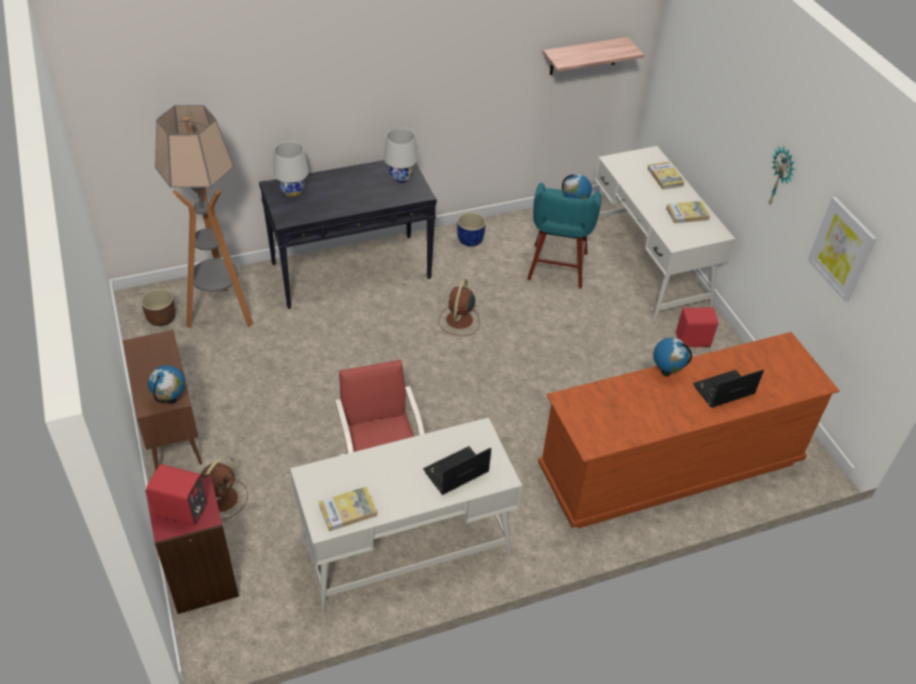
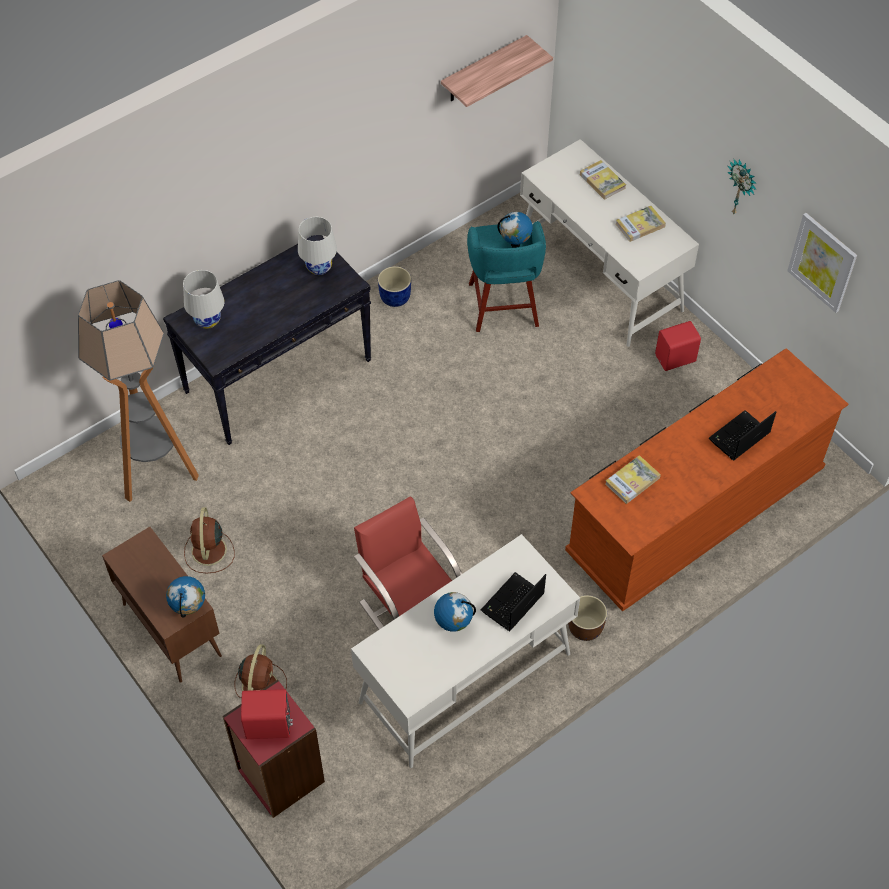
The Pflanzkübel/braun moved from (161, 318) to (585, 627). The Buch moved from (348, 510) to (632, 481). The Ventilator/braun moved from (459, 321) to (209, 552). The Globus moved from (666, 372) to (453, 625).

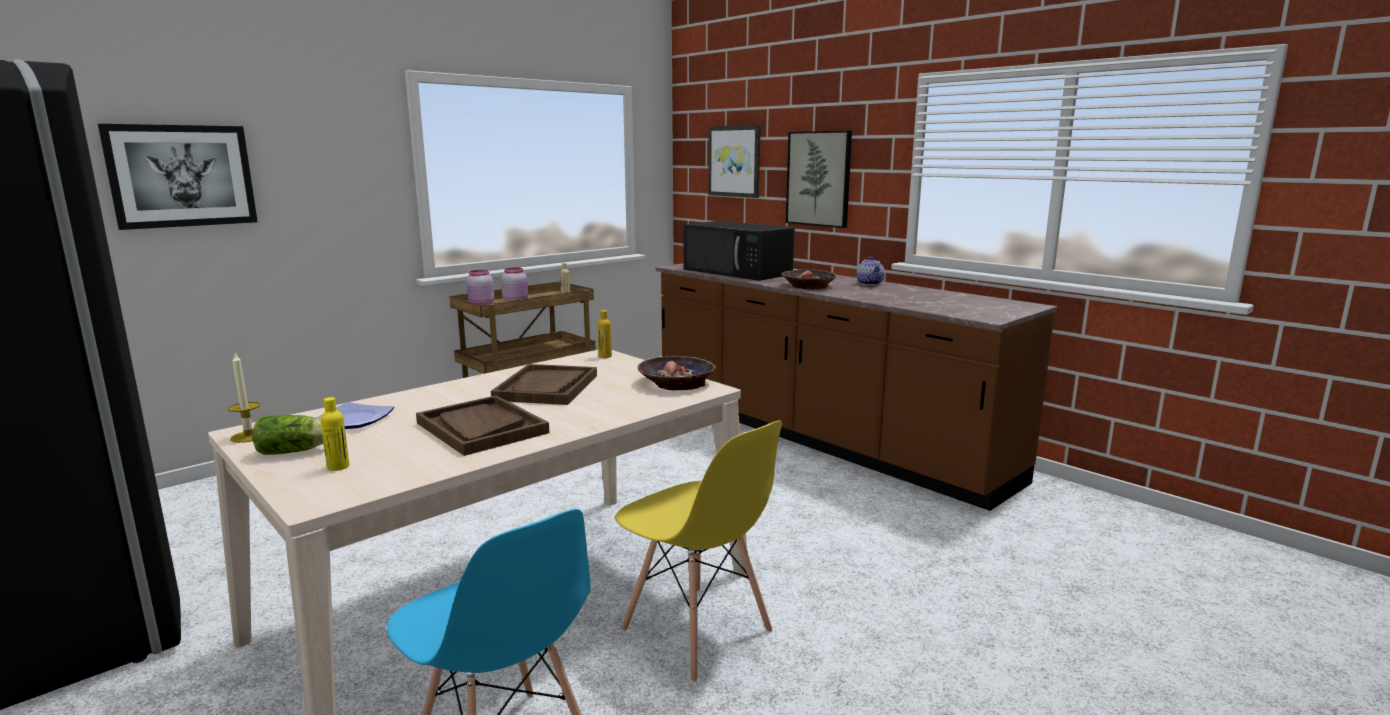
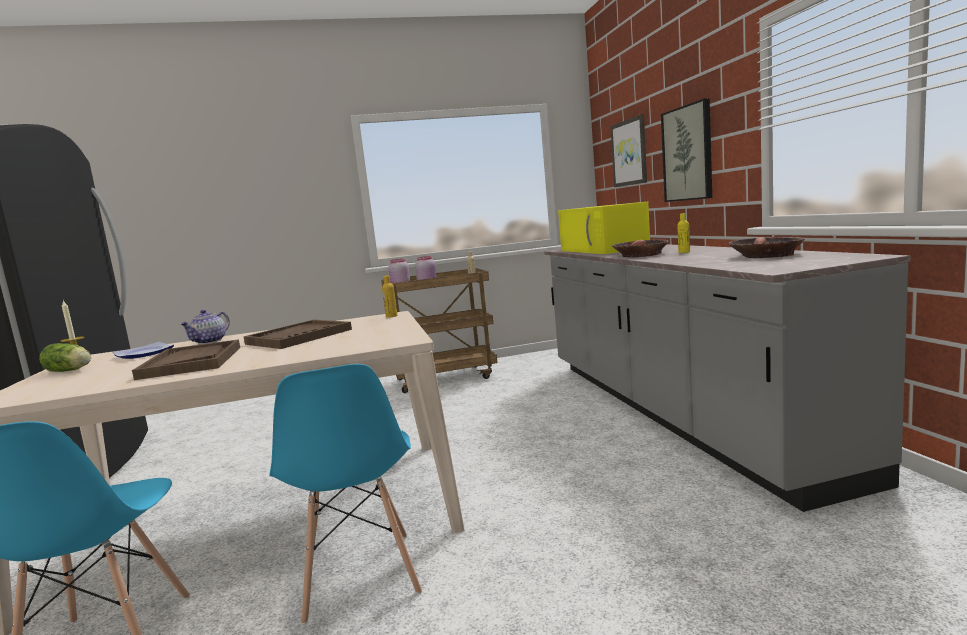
The Bild at (182, 176) disappeared. The Flasche/gelb moved from (338, 467) to (684, 252). The Stuhl/gelb at (697, 632) became the Stuhl/blau at (360, 576). The Schüssel moved from (676, 382) to (765, 255). The Küchenzeile/braun at (820, 437) became the Küchenzeile/grau at (673, 411). The Mikrowelle/schwarz at (738, 272) became the Mikrowelle/gelb at (604, 249). The Teekanne moved from (870, 283) to (210, 342).

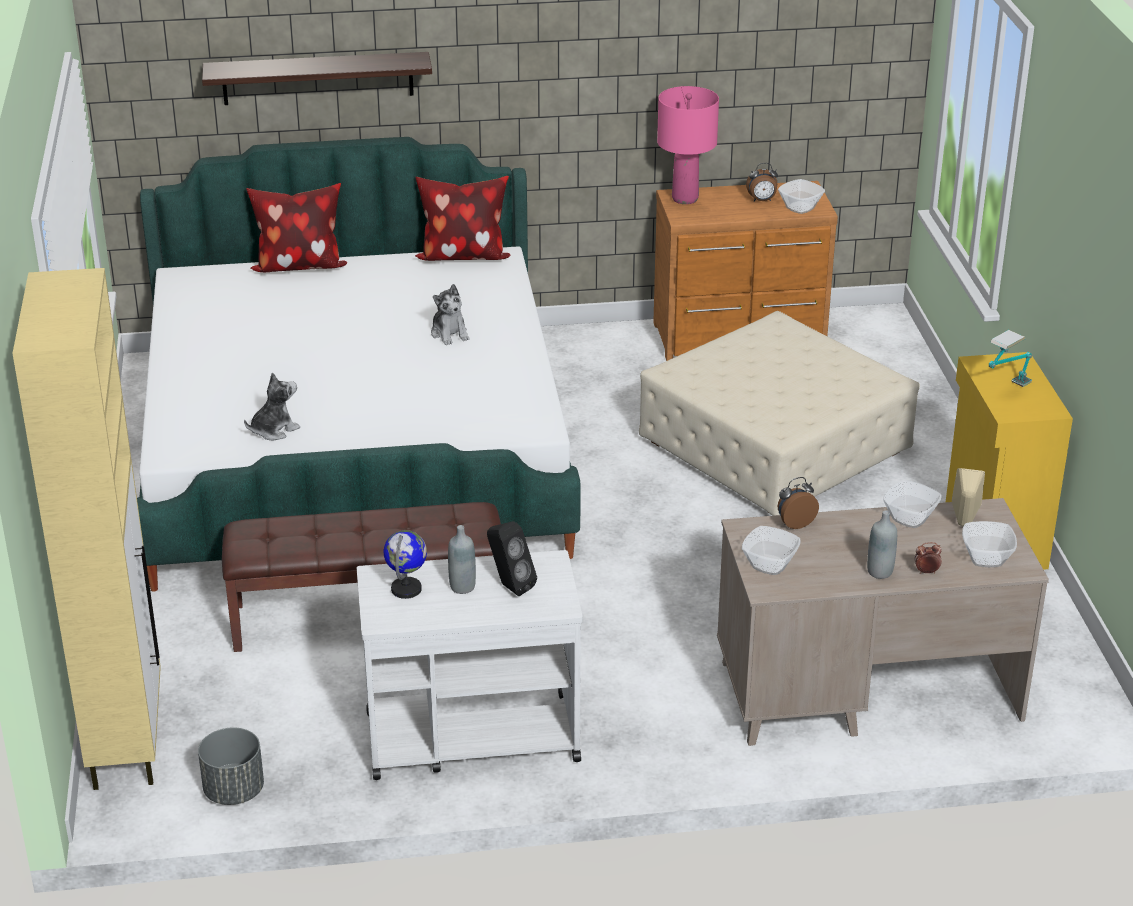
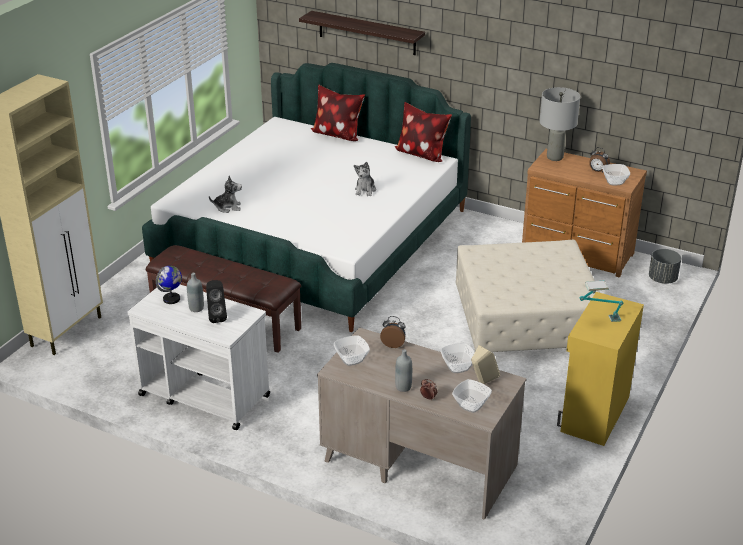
The Pflanzkübel/grau moved from (234, 791) to (662, 279). The Tischlampe/rosa at (685, 199) became the Tischlampe/grau at (554, 157).

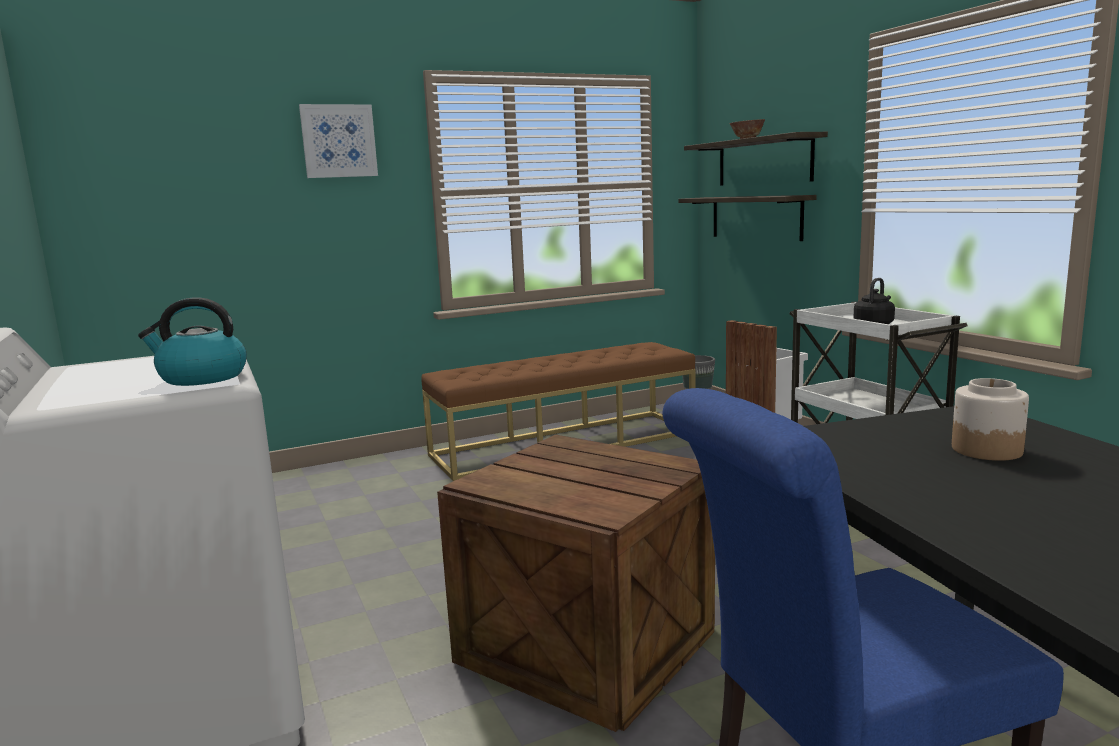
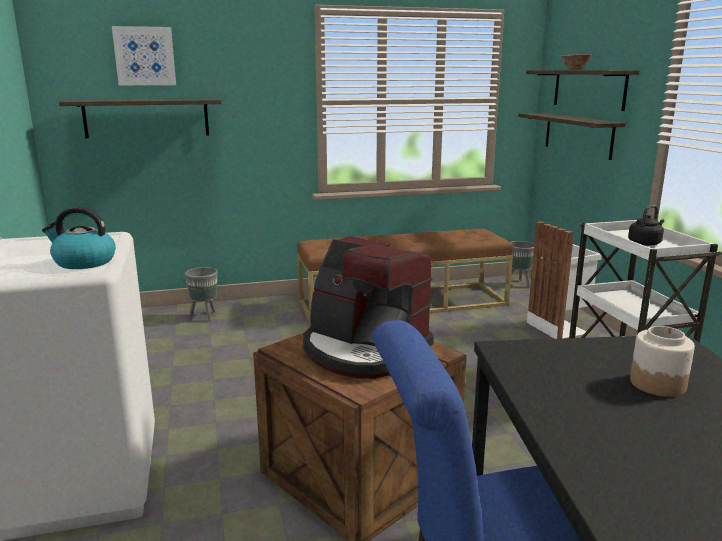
The Bild moved from (339, 141) to (144, 56). The Wandregal at (146, 118) appeared. The Pflanzkübel/grau at (204, 317) appeared. The Kaffeemaschine at (364, 350) appeared.

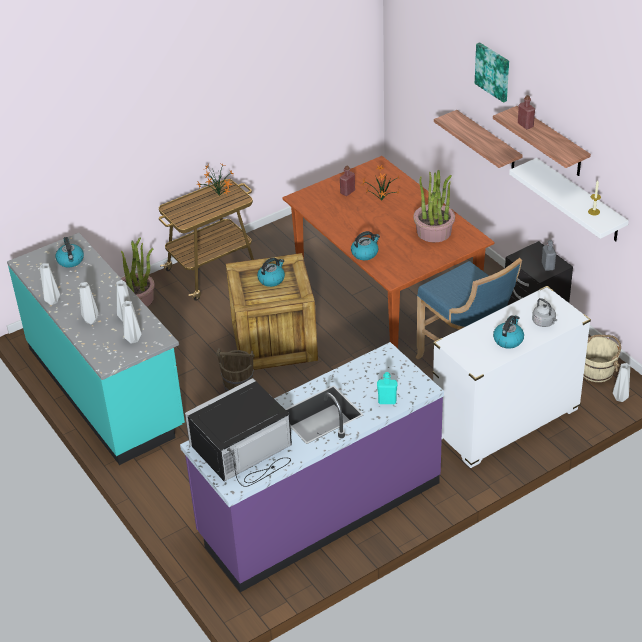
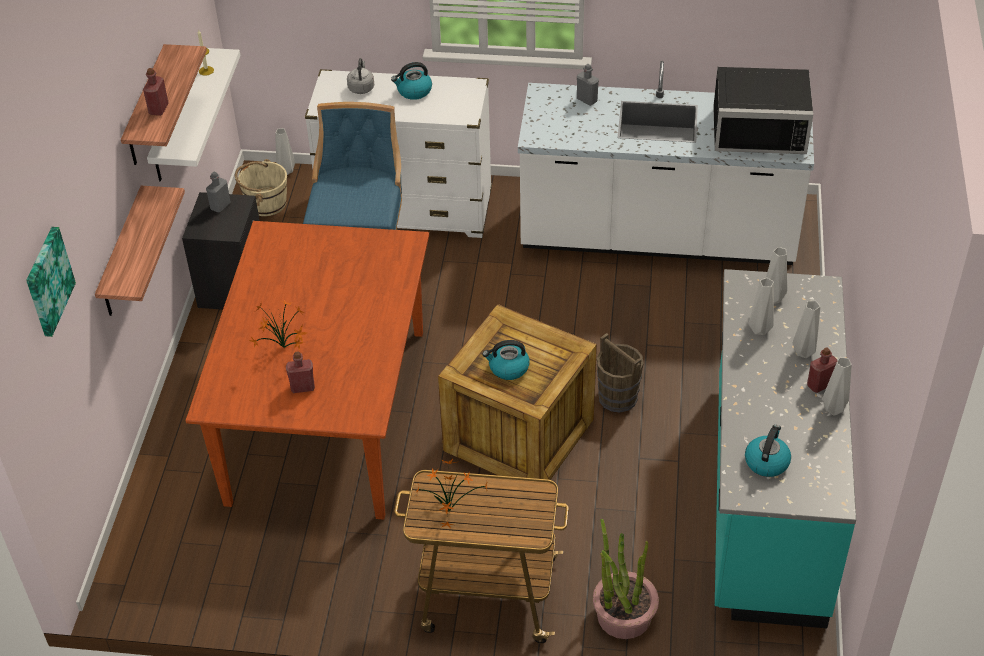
The Küchenzeile/lila at (319, 509) became the Küchenzeile/weiß at (657, 237). The Wasserkessel at (365, 253) disappeared. The Flasche/türkis at (387, 401) became the Flasche/grau at (587, 100). The Topfpflanze at (434, 232) disappeared. The Bild moved from (493, 71) to (47, 281). The Flasche/rot at (819, 385) appeared.

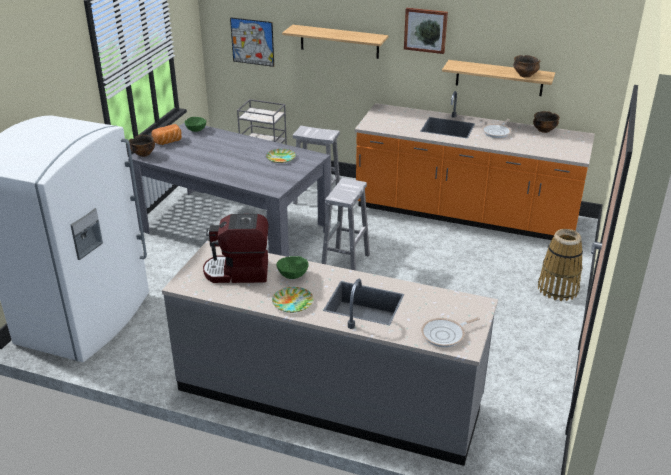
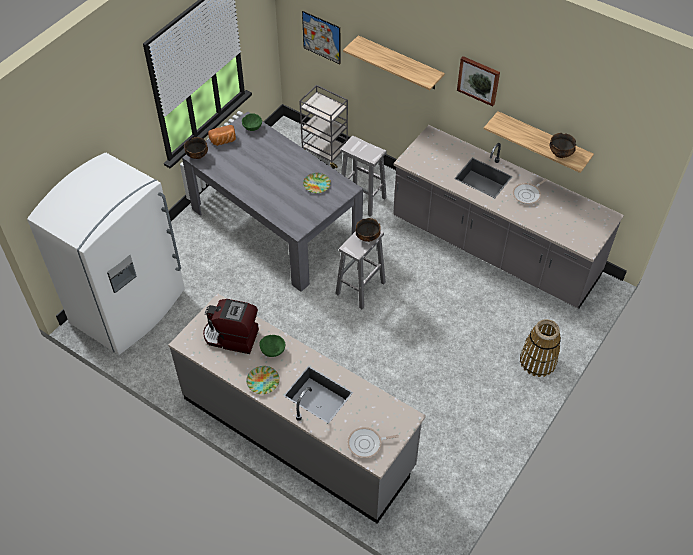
The Küchenzeile/orange at (465, 214) became the Küchenzeile/grau at (494, 248). The Schüssel moved from (544, 130) to (367, 237).

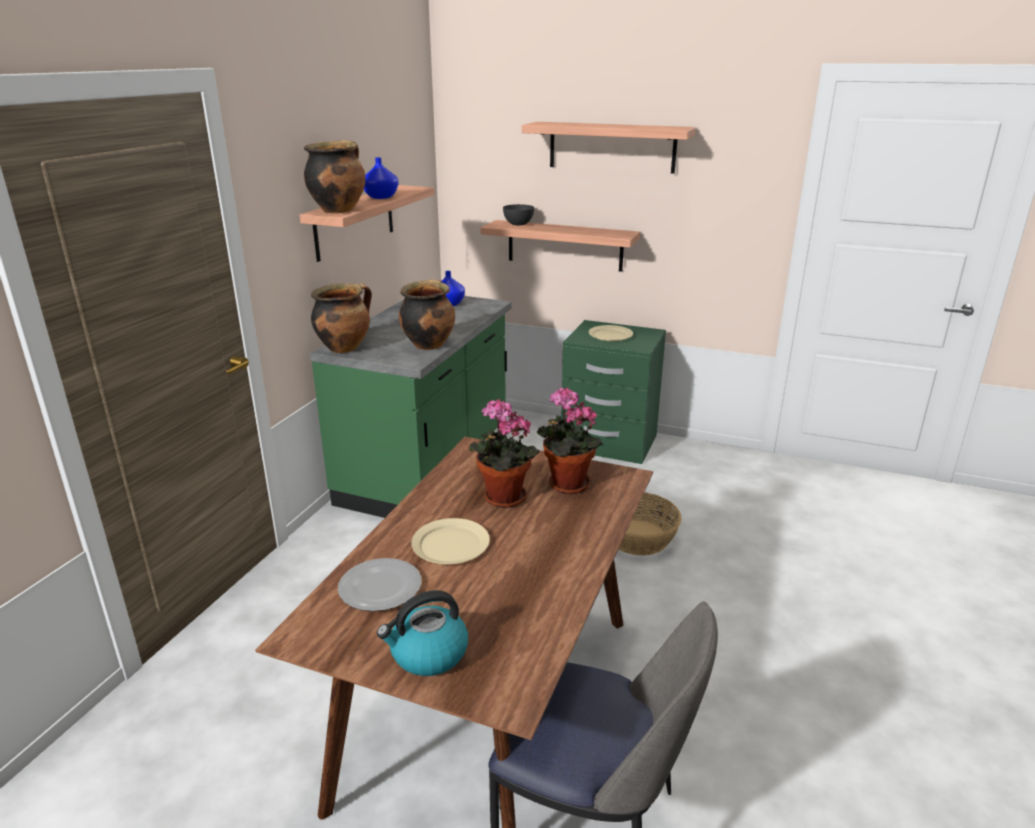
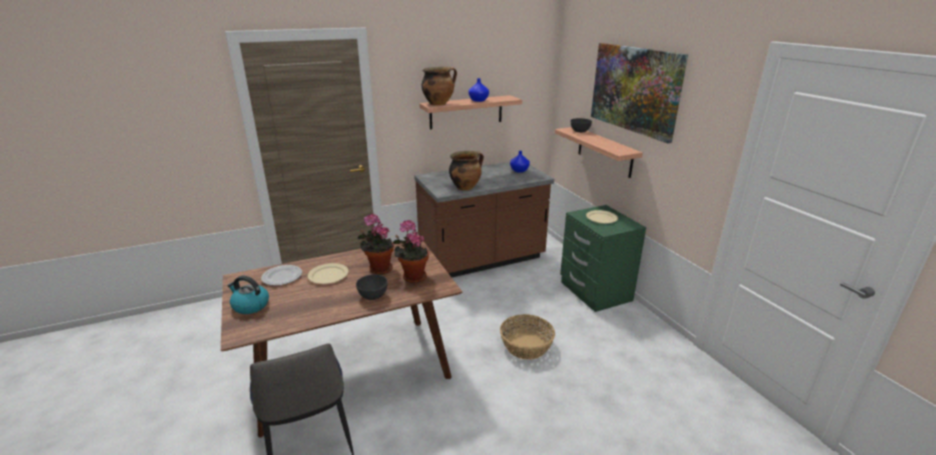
The Küchenzeile/grün at (428, 467) became the Küchenzeile/braun at (482, 260). The Kochtopf at (344, 347) disappeared. The Wandregal at (612, 147) was replaced by the Bild at (634, 89). The Schüssel/grau at (373, 296) appeared.

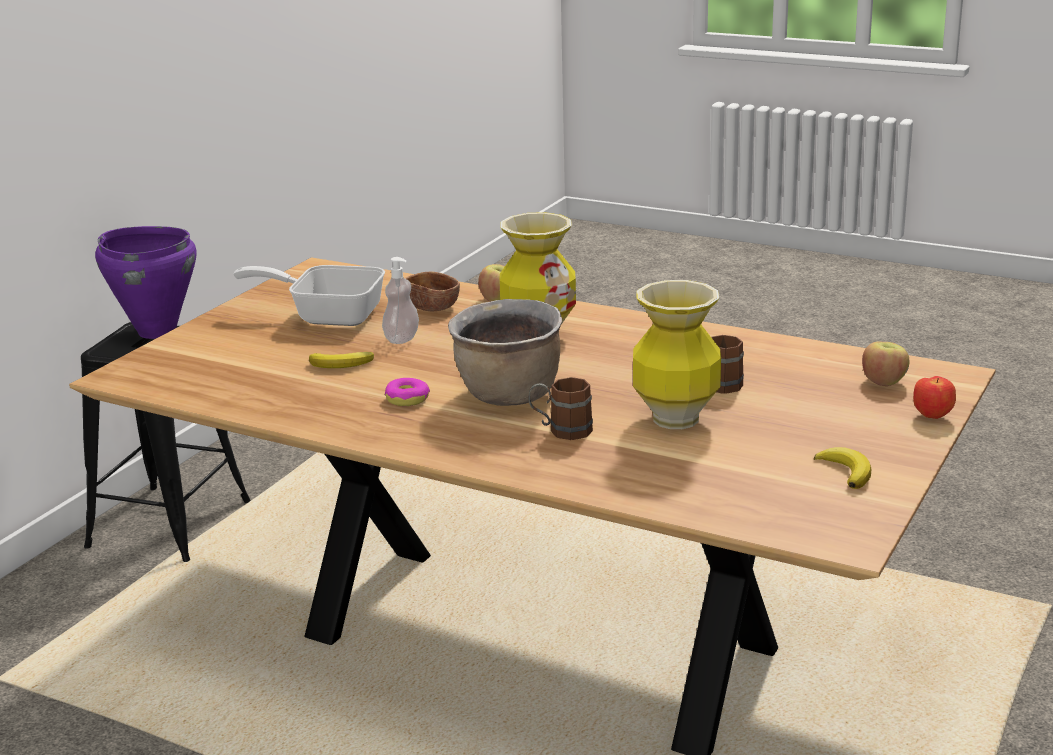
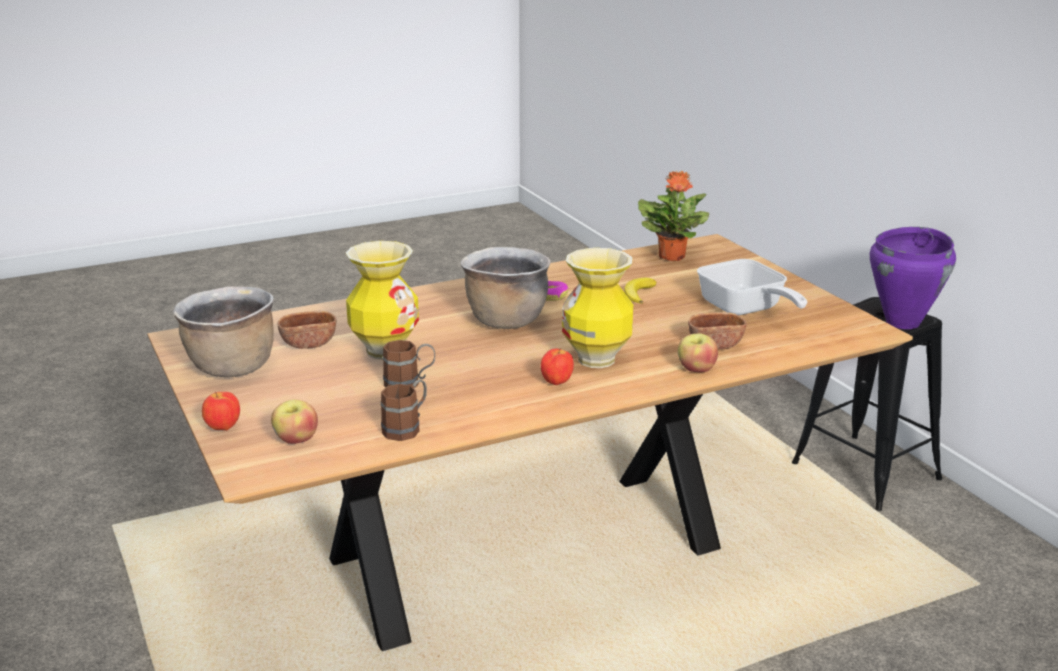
The Pfanne at (328, 315) turned 105 degrees clockwise. The Seifenspender at (401, 339) disappeared. The Henkelbecher/braun moved from (561, 430) to (407, 428). The Banane at (846, 471) was replaced by the Kochtopf/braun at (231, 368). The Schüssel/braun at (308, 343) appeared. The Apfel at (556, 382) appeared. The Topfpflanze at (672, 256) appeared.

